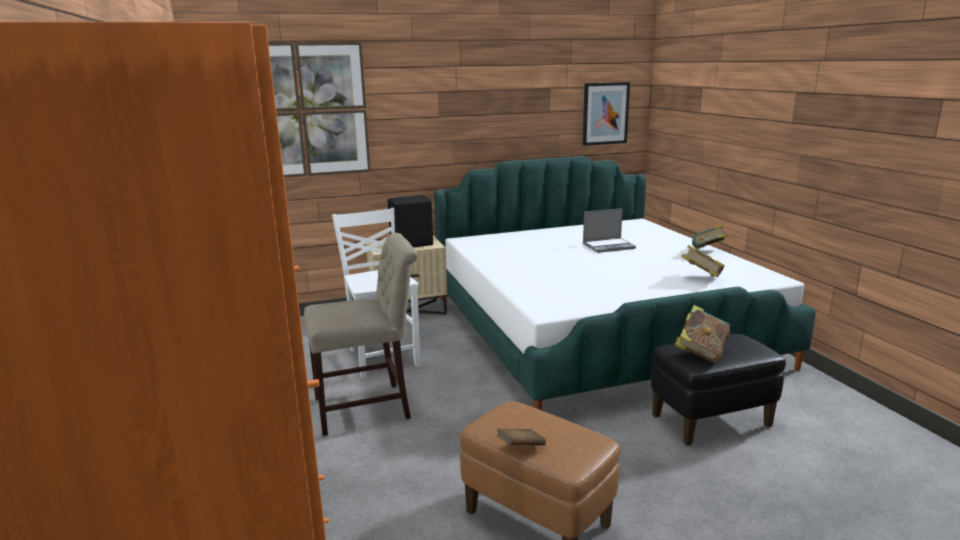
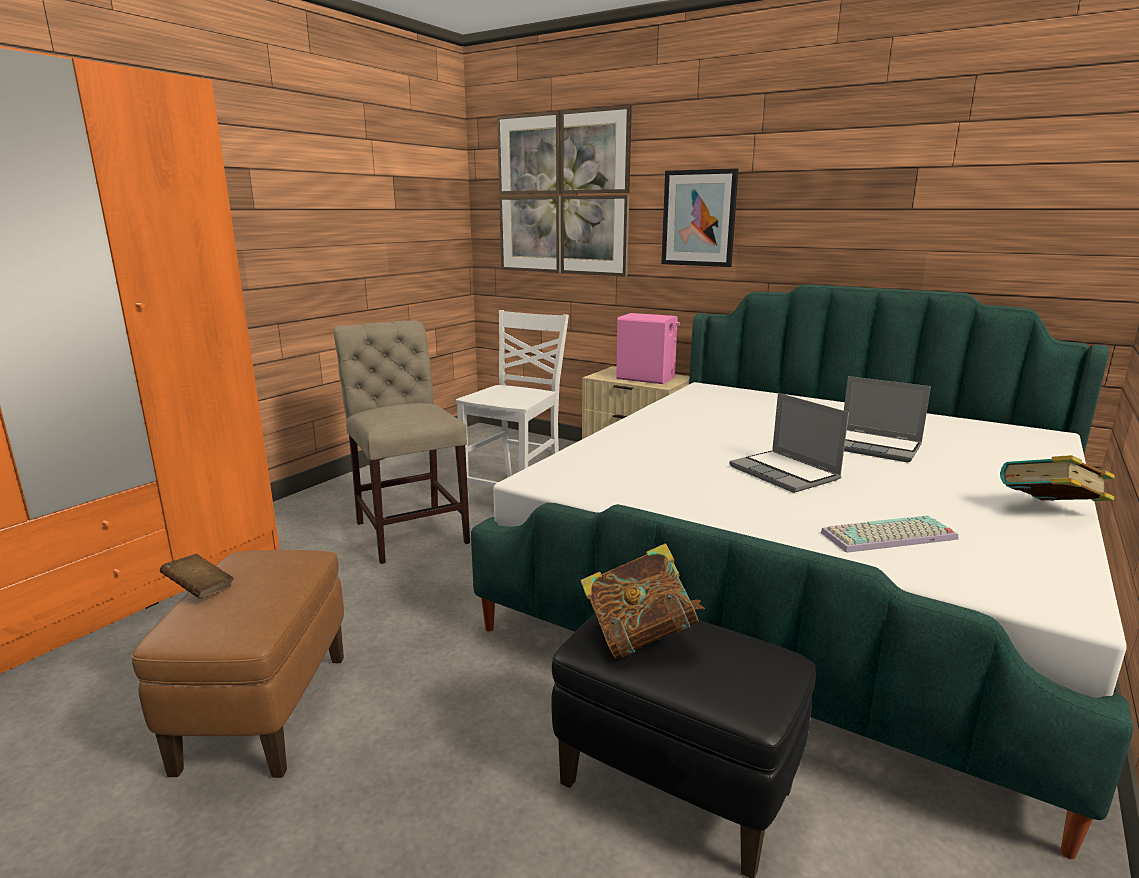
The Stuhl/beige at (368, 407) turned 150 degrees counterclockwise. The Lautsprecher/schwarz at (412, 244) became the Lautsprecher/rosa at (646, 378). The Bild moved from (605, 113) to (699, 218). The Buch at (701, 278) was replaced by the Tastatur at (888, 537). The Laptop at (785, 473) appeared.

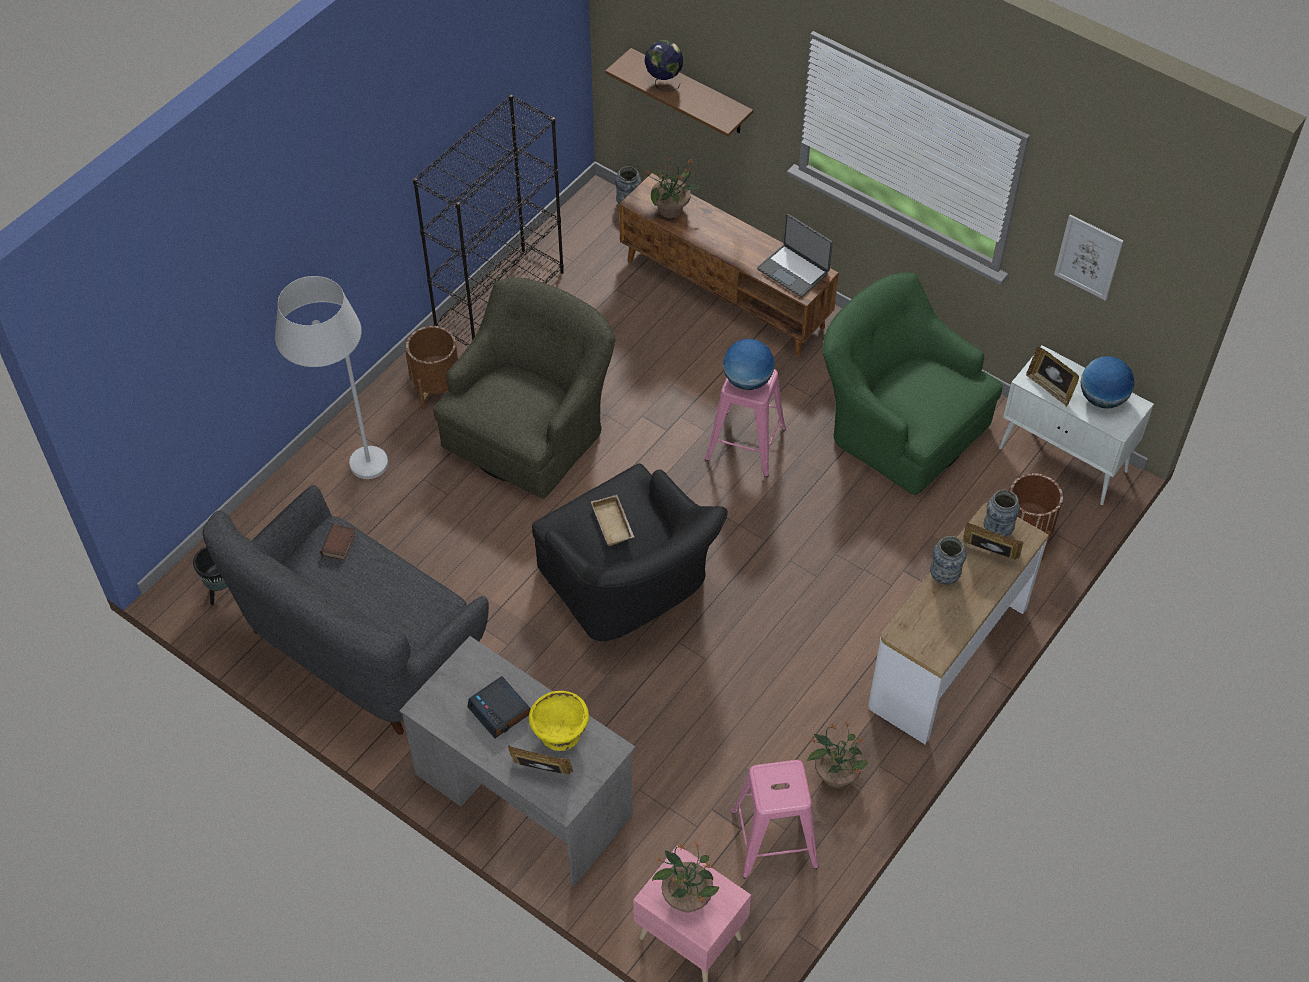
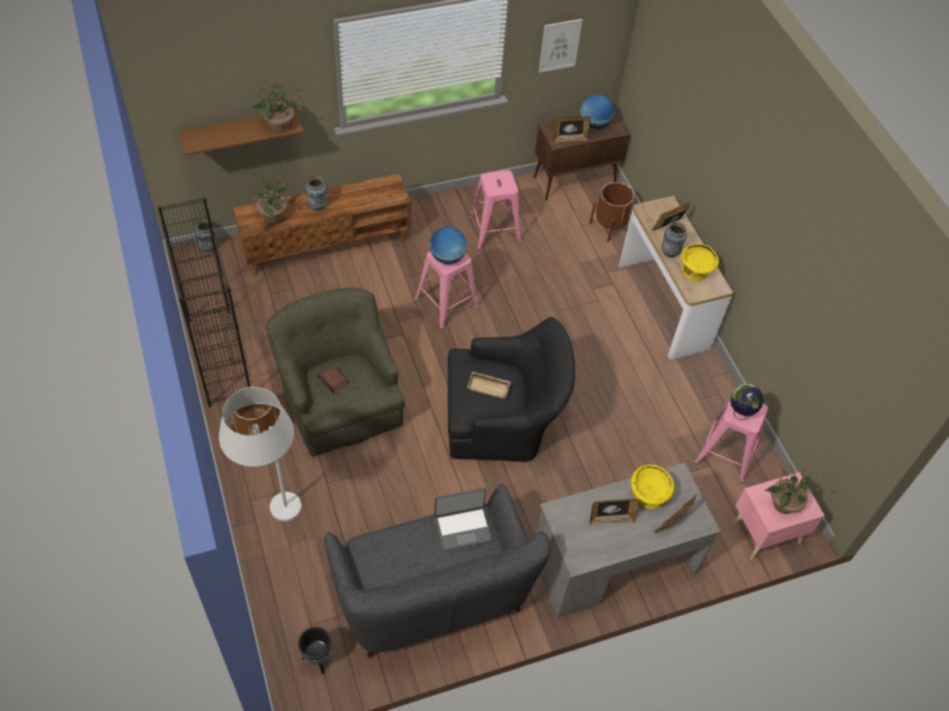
The Buch moved from (339, 545) to (334, 380). The Wecker at (500, 711) was replaced by the Bilderrahmen at (611, 519). The Globus moved from (663, 83) to (740, 413). The Laptop moved from (794, 271) to (463, 528). The Topfpflanze moved from (835, 774) to (278, 126). The Sessel/grün at (899, 425) was replaced by the Hocker/rosa at (493, 230). The Vase moved from (997, 530) to (317, 206). The Schrank/weiß at (1064, 460) became the Schrank/braun at (575, 181). The Schüssel/gelb at (695, 271) appeared.

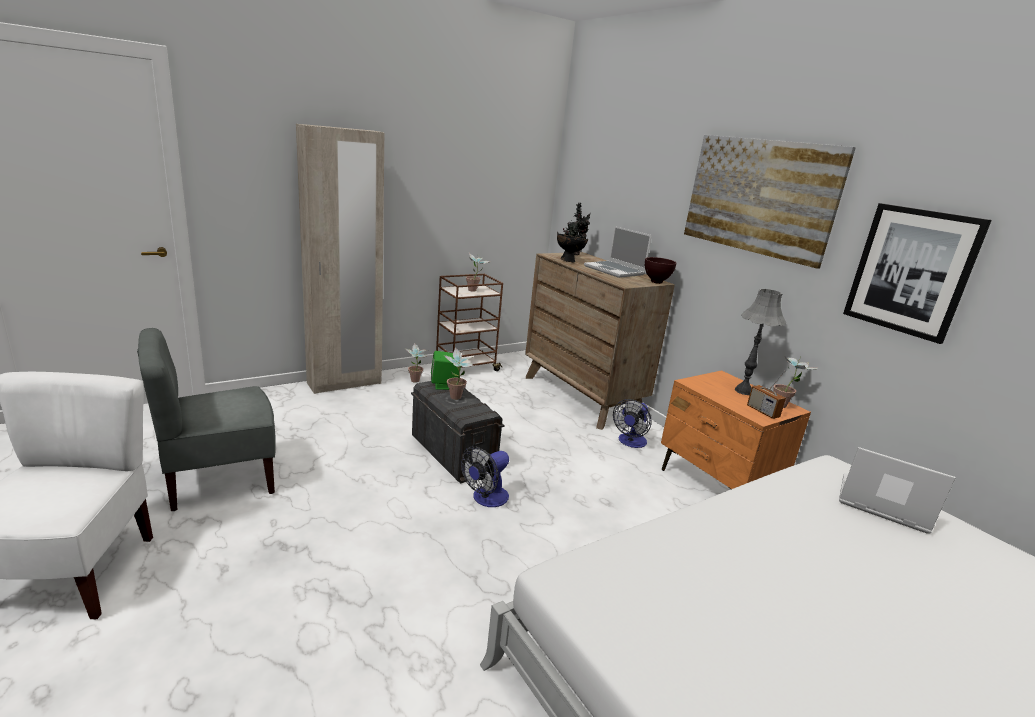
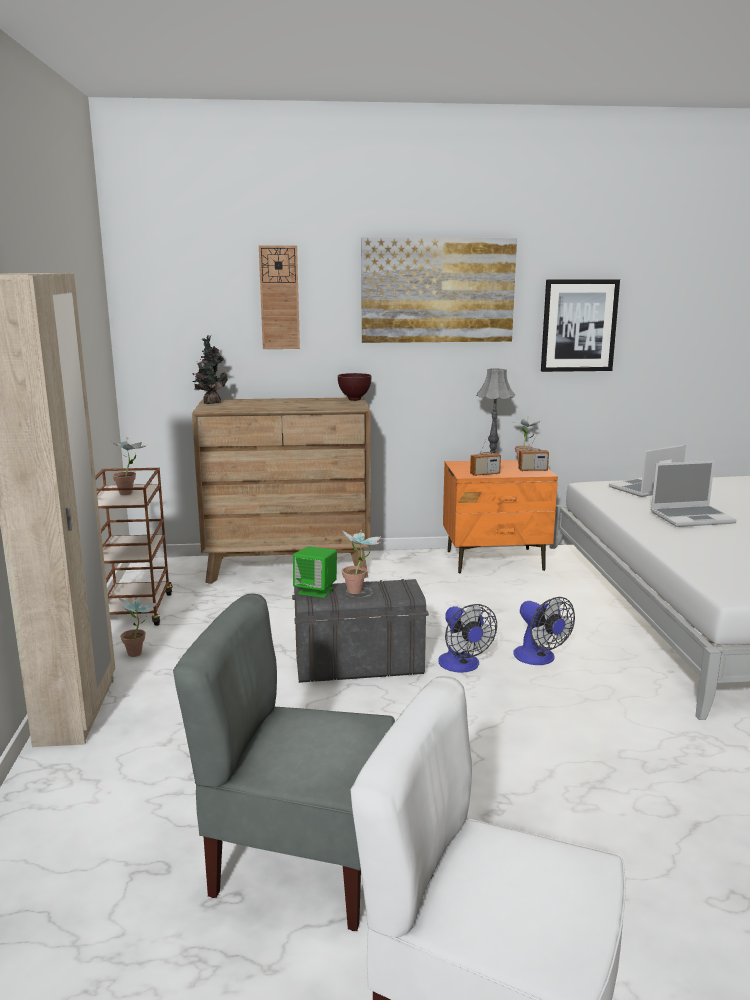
The Stuhl/grau at (219, 480) turned 105 degrees clockwise. The Schüssel/schwarz at (568, 261) disappeared. The Laptop moved from (615, 271) to (692, 517). The Ventilator moved from (630, 442) to (539, 658). The Wanduhr at (279, 298) appeared. The Radio at (485, 474) appeared.

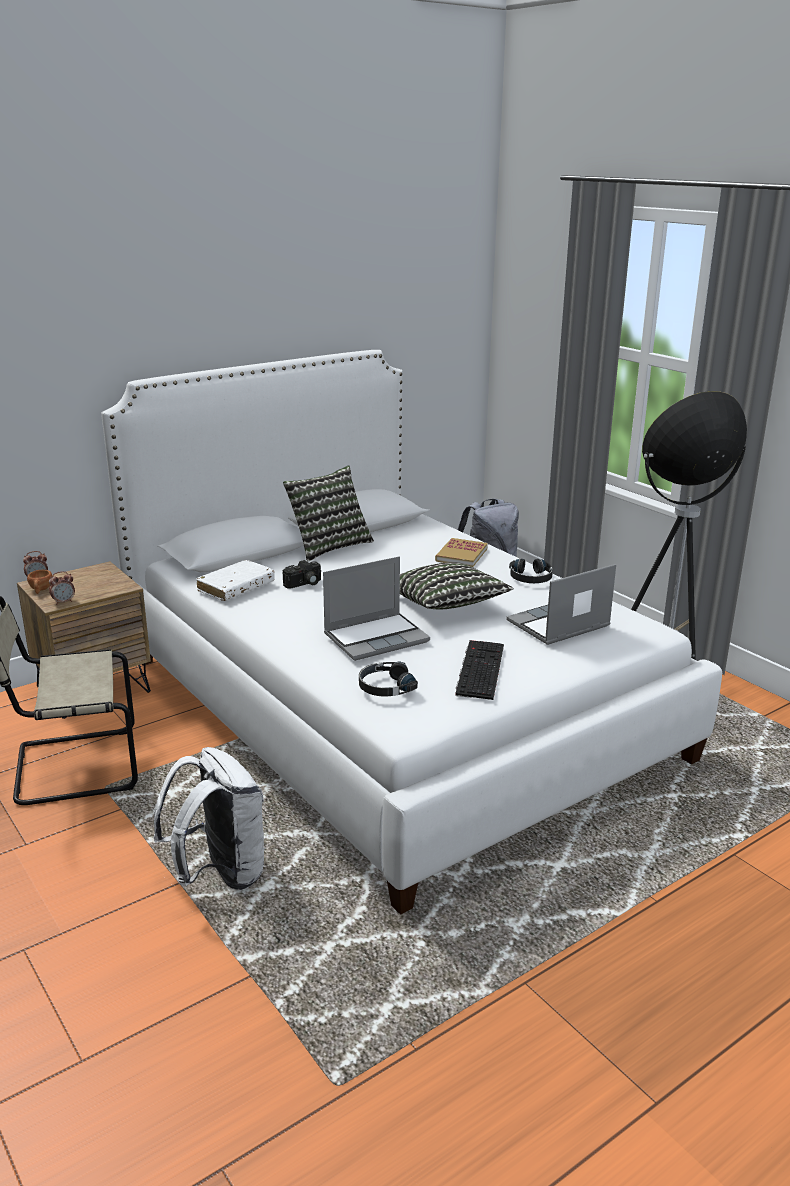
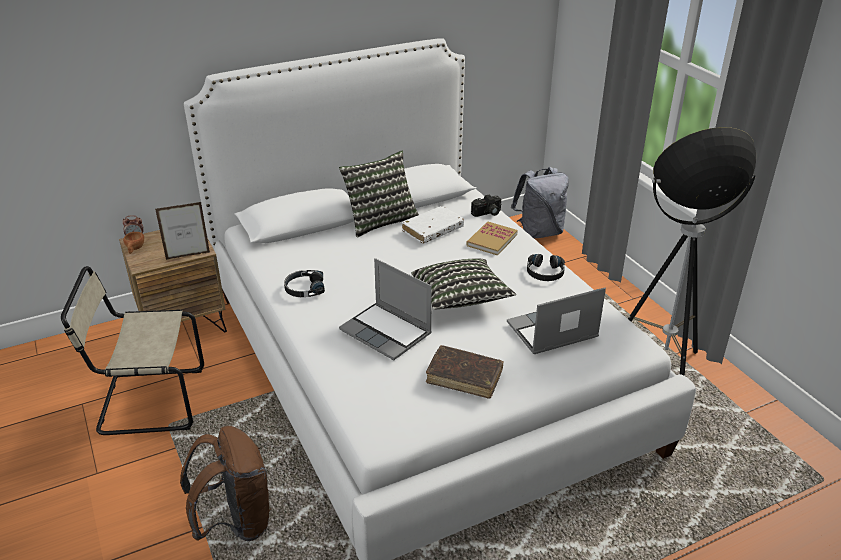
The Wecker at (64, 602) disappeared. The Rucksack/weiß at (219, 874) became the Rucksack/braun at (236, 522). The Buch/weiß moved from (236, 588) to (432, 230). The Kamera moved from (304, 584) to (487, 213). The Laptop at (376, 637) turned 60 degrees clockwise. The Kopfhörer/schwarz moved from (385, 687) to (304, 289). The Tastatur at (479, 669) was replaced by the Buch/braun at (464, 377). The Bilderrahmen at (188, 256) appeared.

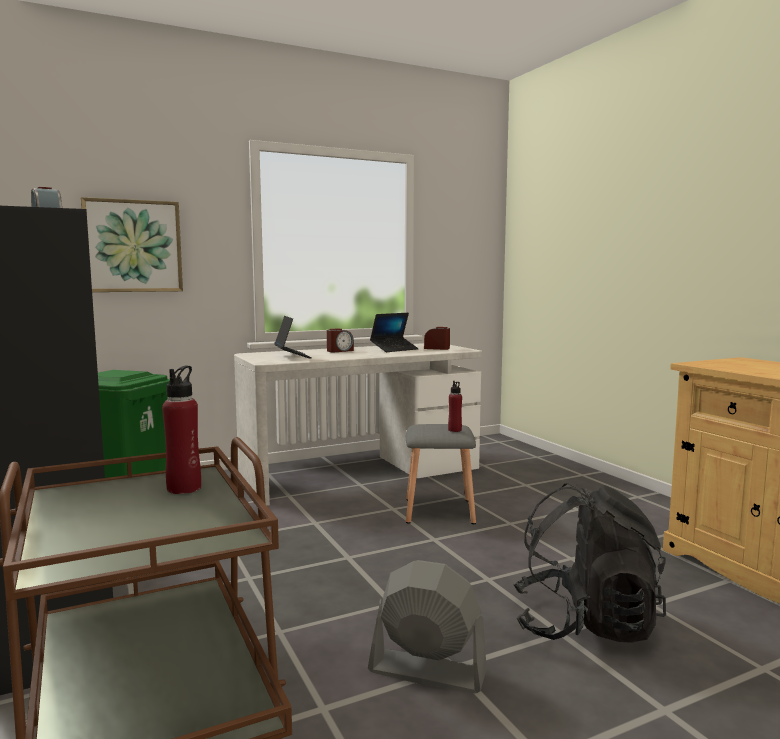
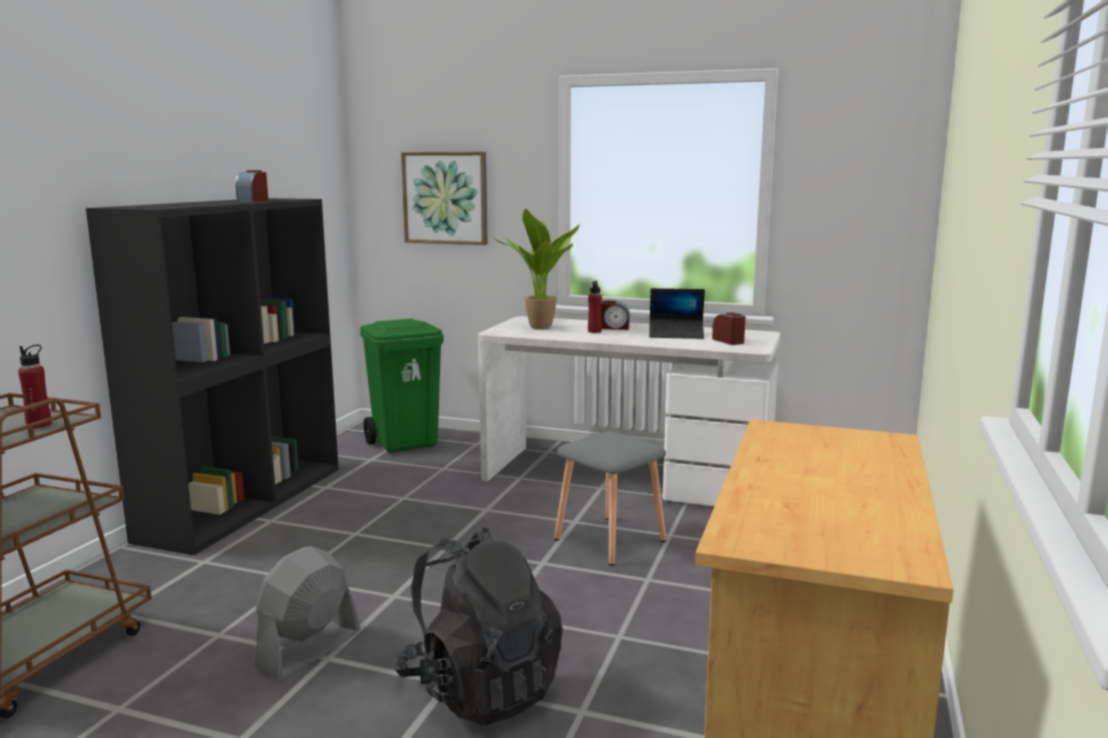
The Laptop at (292, 356) was replaced by the Topfpflanze at (544, 328). The Ventilator/grau at (426, 671) turned 120 degrees counterclockwise. The Flasche/rot moved from (454, 430) to (594, 331).

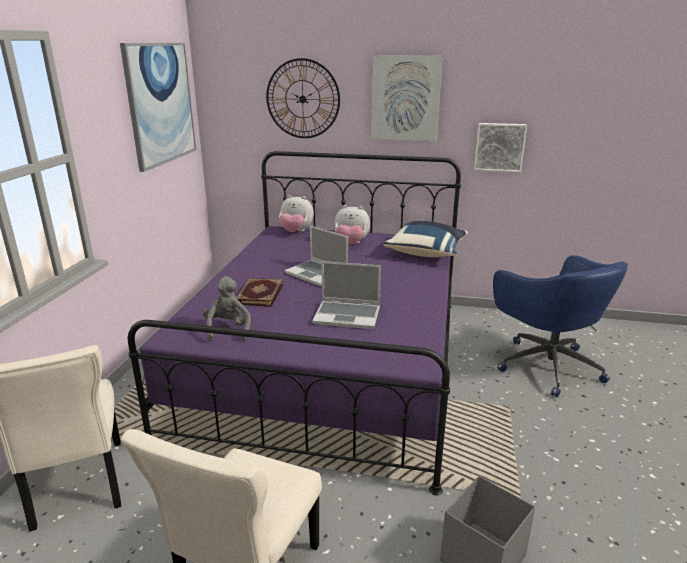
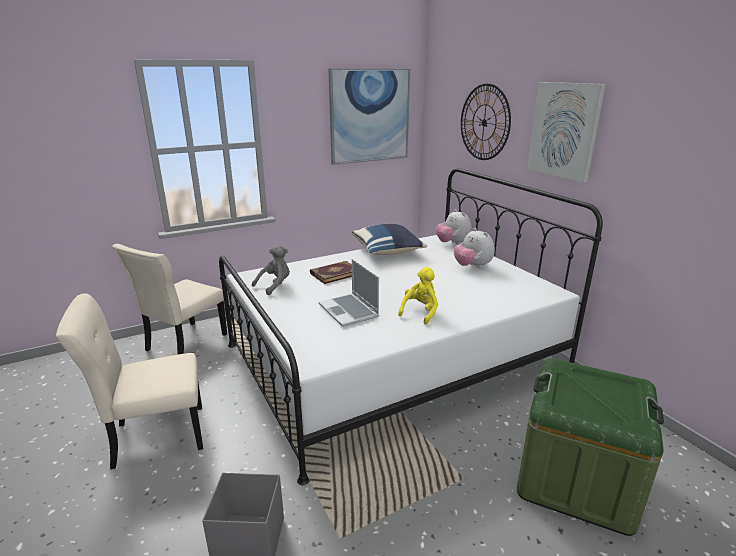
The Bett/lila at (329, 362) became the Bett/weiß at (392, 358). The Laptop at (317, 274) disappeared. The Kissen/blau moved from (426, 252) to (388, 252). The Bild at (499, 147) disappeared. The Bürostuhl/blau at (546, 365) was replaced by the Aufbewahrungsbox/grün at (576, 478). The Plüschtier/gelb at (420, 312) appeared.

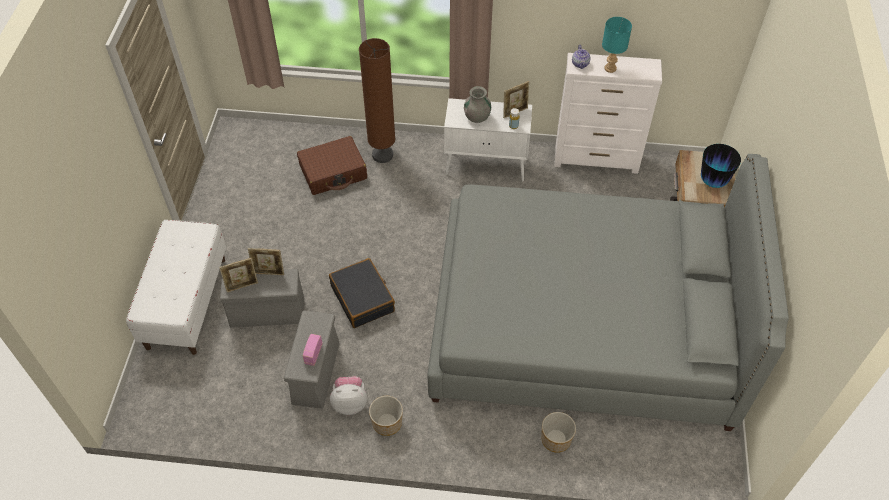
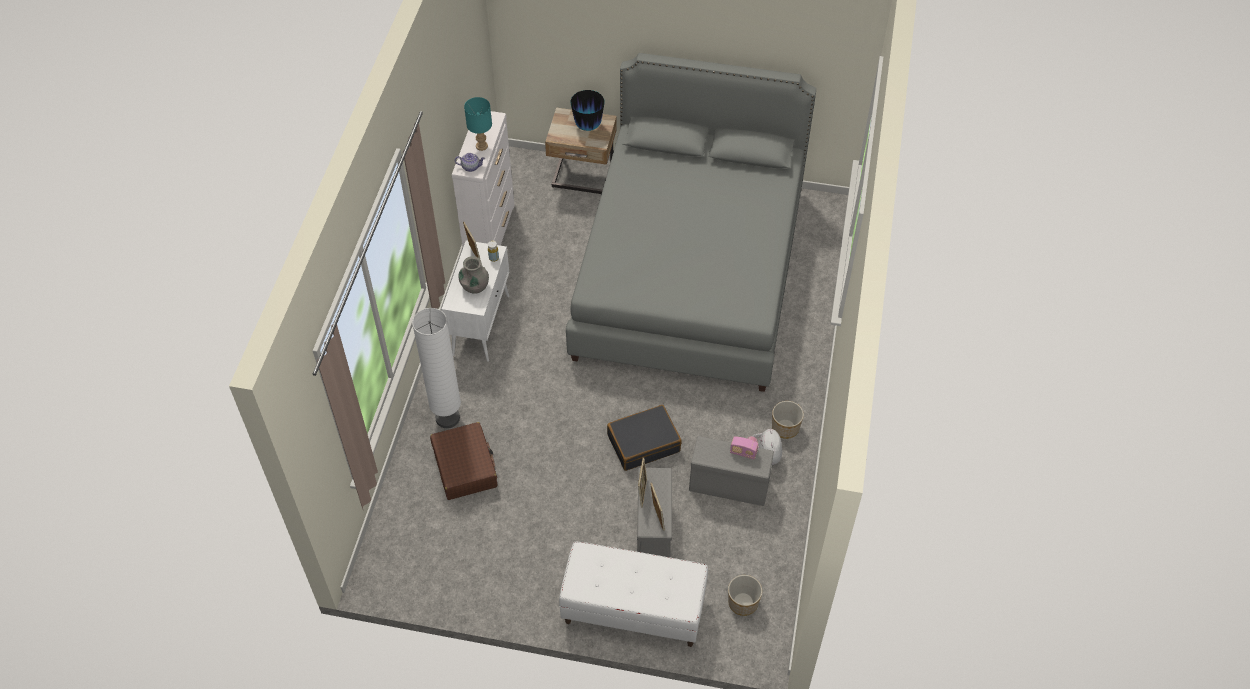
The Stehlampe/braun at (382, 155) became the Stehlampe/weiß at (447, 418). The Pflanzkübel moved from (556, 439) to (743, 602).

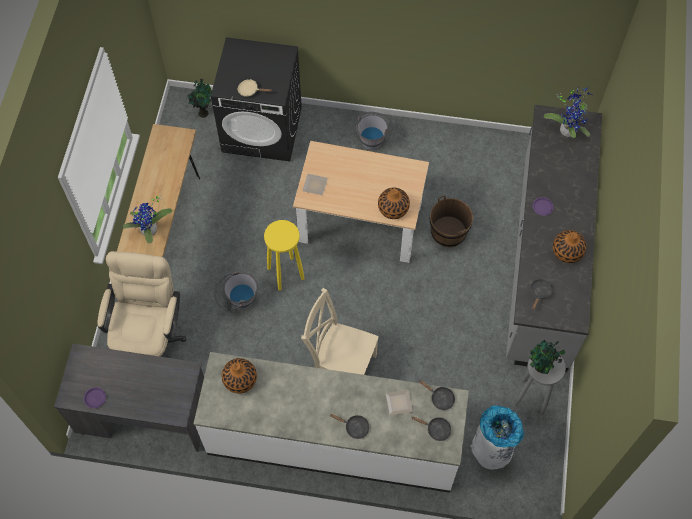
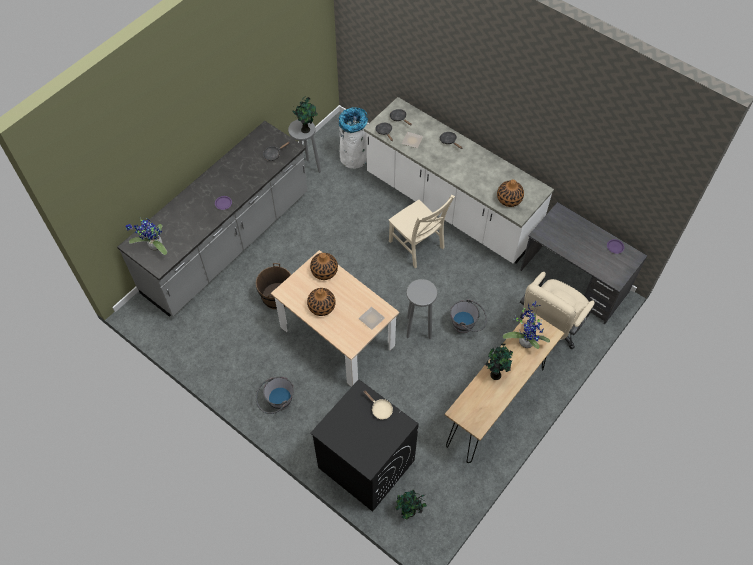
The Hocker/gelb at (285, 273) became the Hocker/grau at (419, 328). The Vase moved from (567, 251) to (322, 306). The Topfpflanze at (495, 374) appeared.

